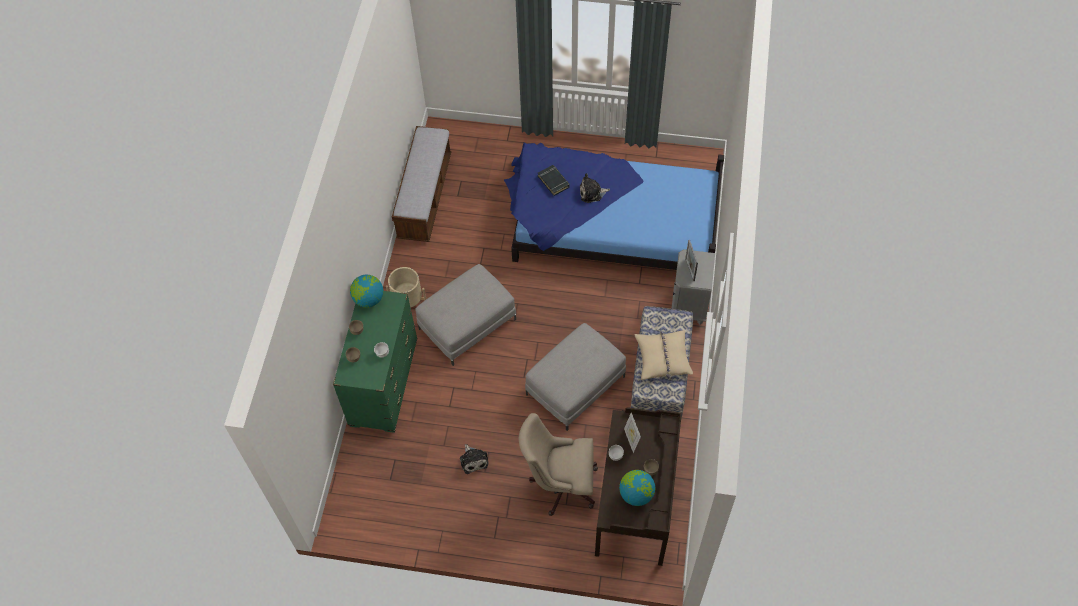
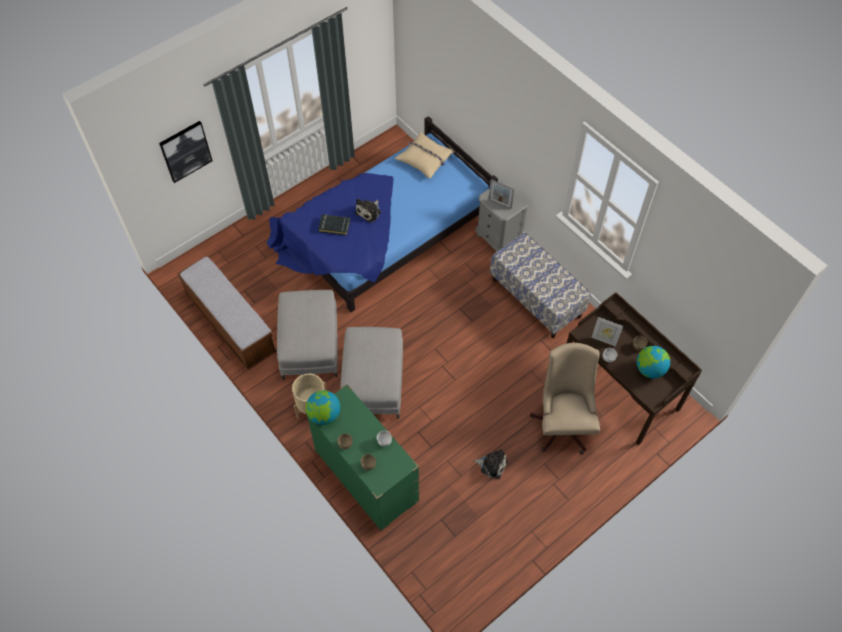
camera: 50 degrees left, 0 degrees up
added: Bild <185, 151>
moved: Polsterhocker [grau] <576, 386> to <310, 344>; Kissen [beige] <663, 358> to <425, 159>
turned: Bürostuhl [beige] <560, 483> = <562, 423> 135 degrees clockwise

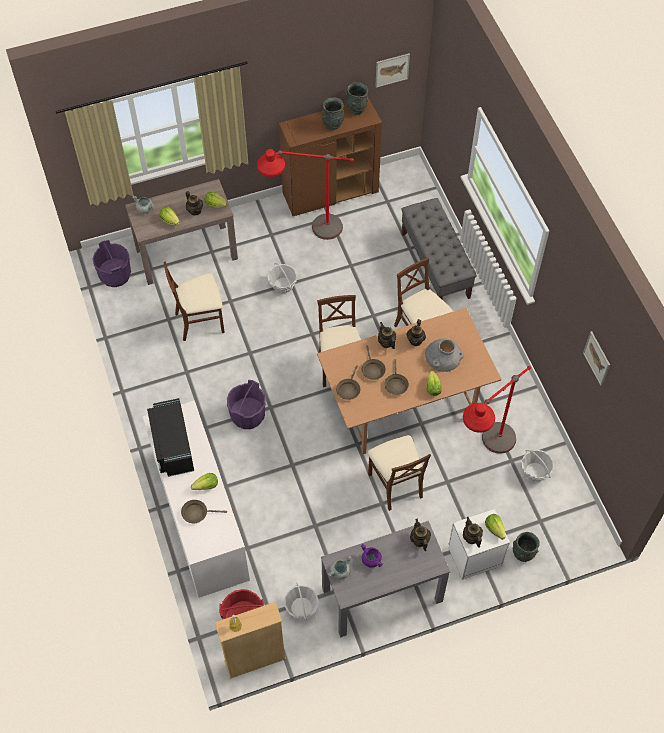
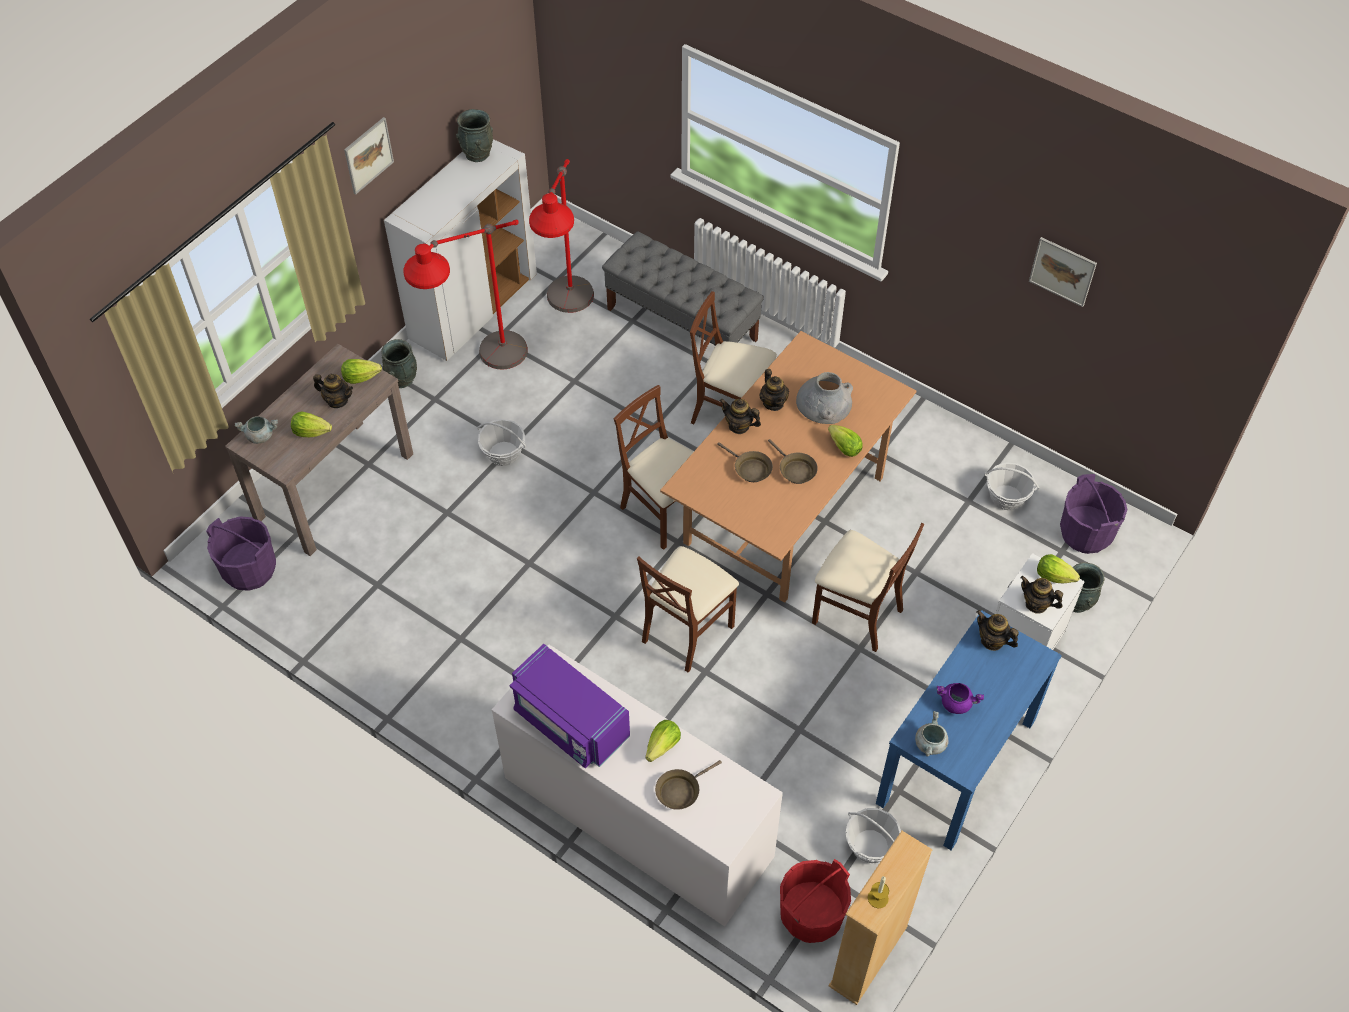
camera: 35 degrees left, 5 degrees down
removed: Pfanne [braun] <348, 389>
moved: Stuhl [braun] <200, 321> to <687, 631>; Eimer [lila] <248, 415> to <1086, 533>; Vase [grau] <333, 125> to <402, 379>; Bild <392, 70> to <368, 155>; Stehlampe [rot] <485, 455> to <567, 320>
recoloured: Mikrowelle [schwarz] <173, 445> to Mikrowelle [lila] <570, 722>; Schrank [braun] <330, 193> to Schrank [weiß] <473, 307>; Konsolentisch [grau] <381, 595> to Konsolentisch [blau] <956, 762>

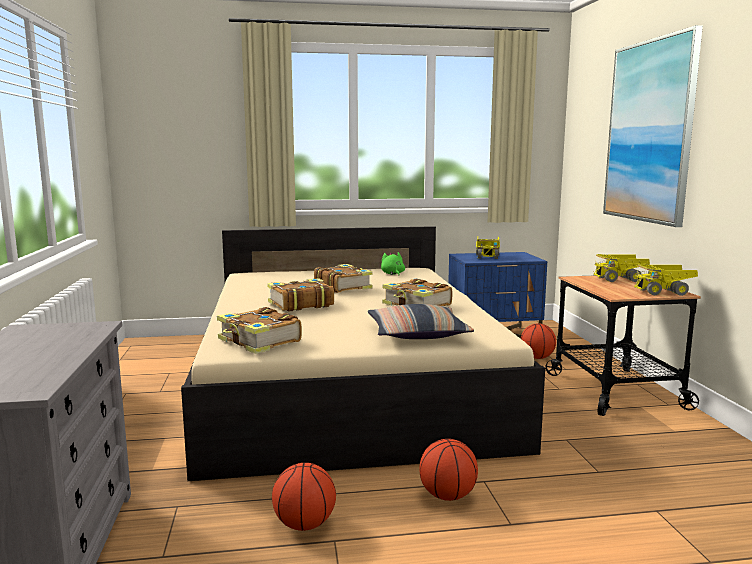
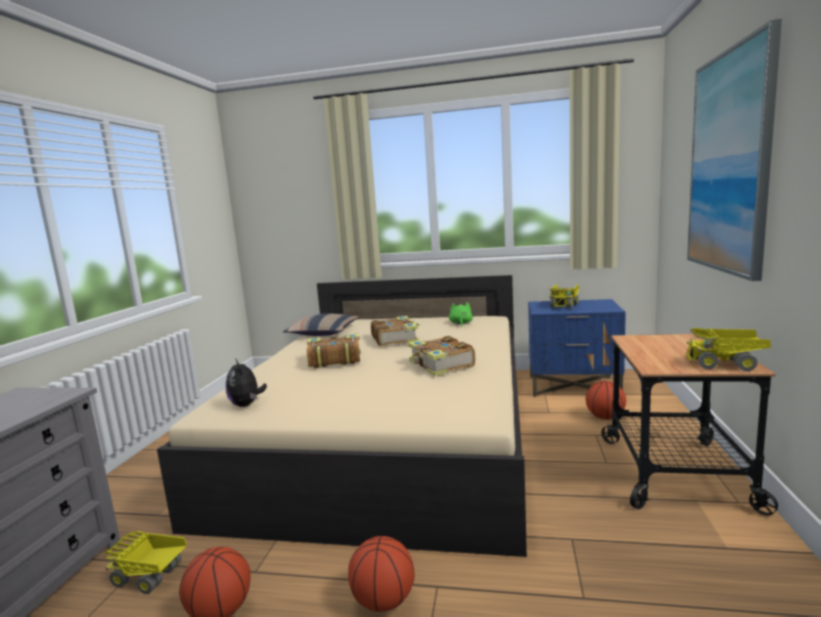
camera: 20 degrees right, 0 degrees up
moved: Kissen <417, 334> to <323, 332>; Spielzeuglaster <620, 279> to <150, 577>
replaced: Buch <259, 341> to Plüschtier <247, 404>

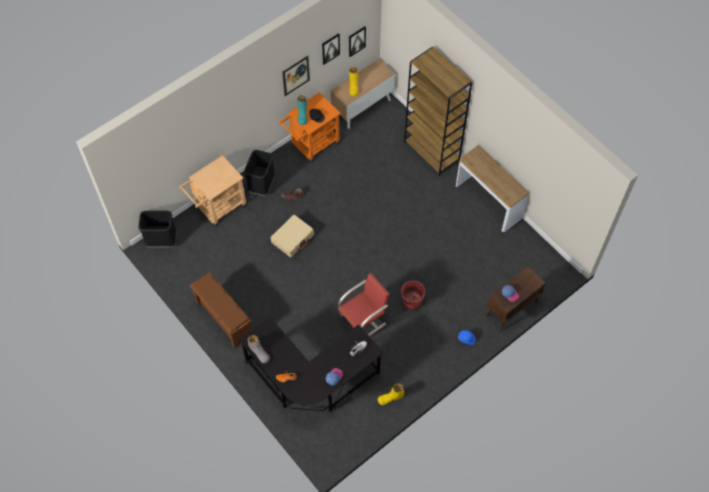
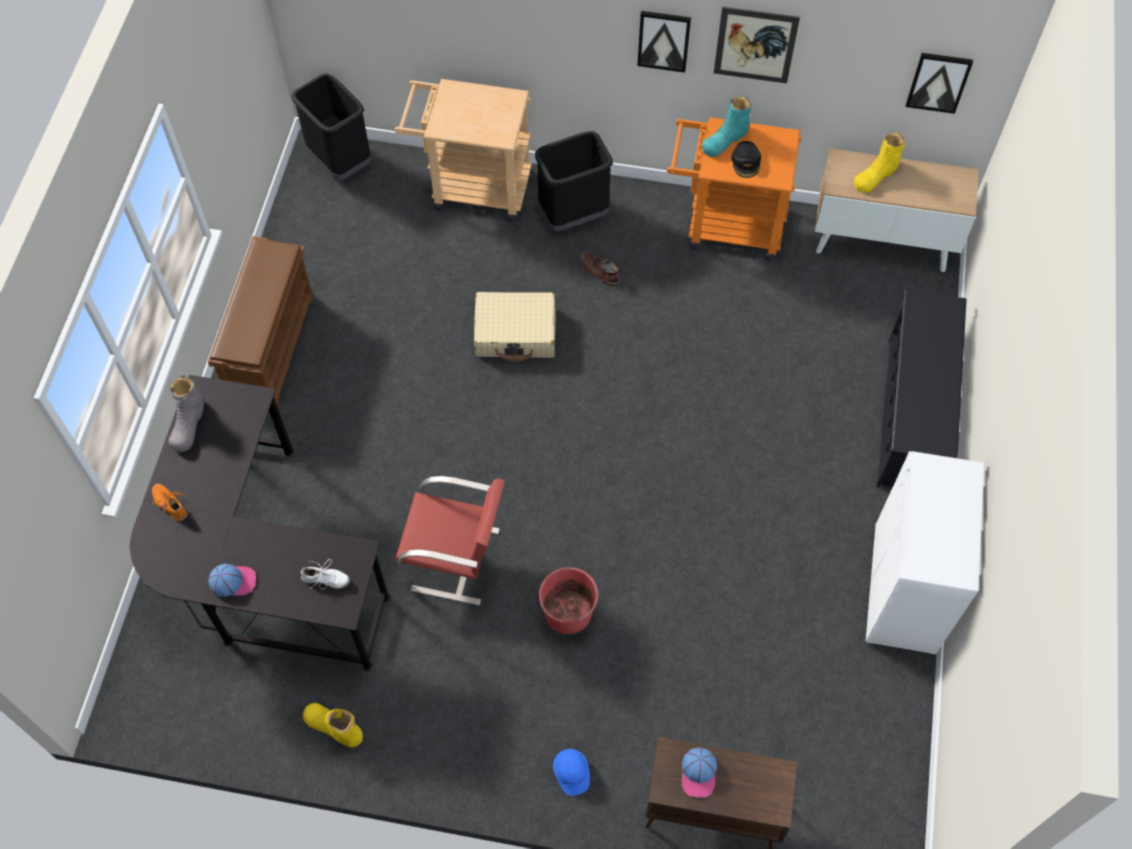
camera: 50 degrees right, 0 degrees up
moved: Bild <330, 48> to <664, 40>
replaced: Bücherregal [braun] <432, 151> to Schuhregal [schwarz] <911, 414>; Konsolentisch <488, 202> to Schrank [weiß] <905, 590>

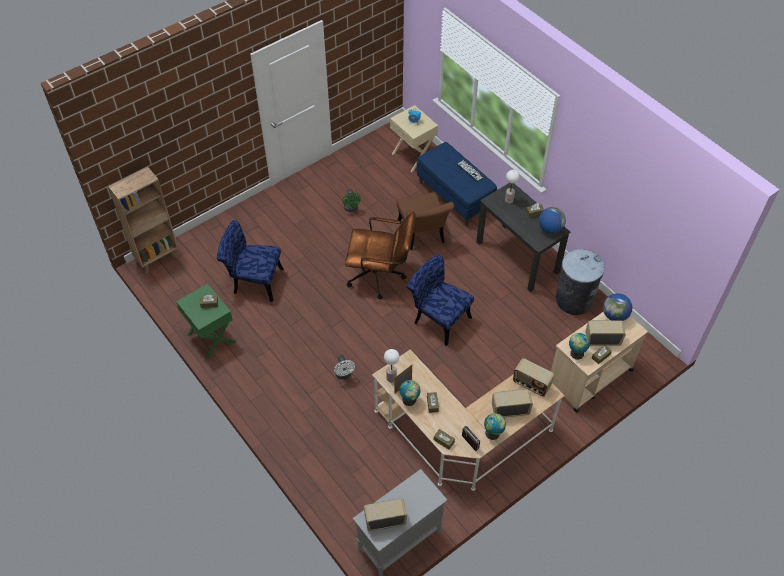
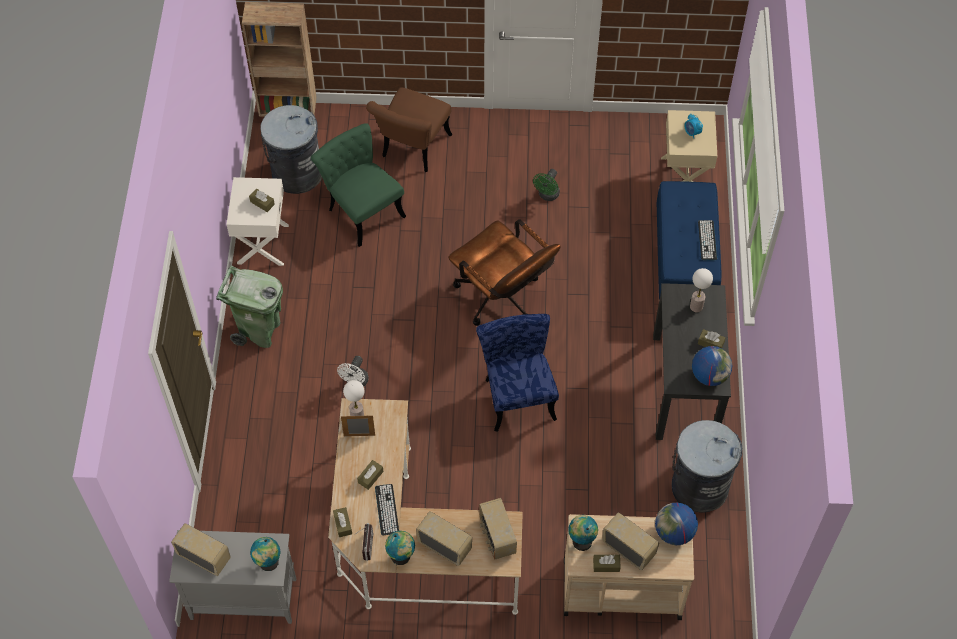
camera: 40 degrees right, 5 degrees up
added: Mülleimer [grün] <259, 331>; Mülleimer [grau] <296, 173>; Tastatur <387, 509>
moved: Stuhl [braun] <422, 236> to <412, 149>; Globus <409, 400> to <268, 563>
recoloured: Nachttisch [grün] <211, 338> to Nachttisch [weiß] <262, 244>; Stuhl [blau] <253, 281> to Stuhl [grün] <361, 209>

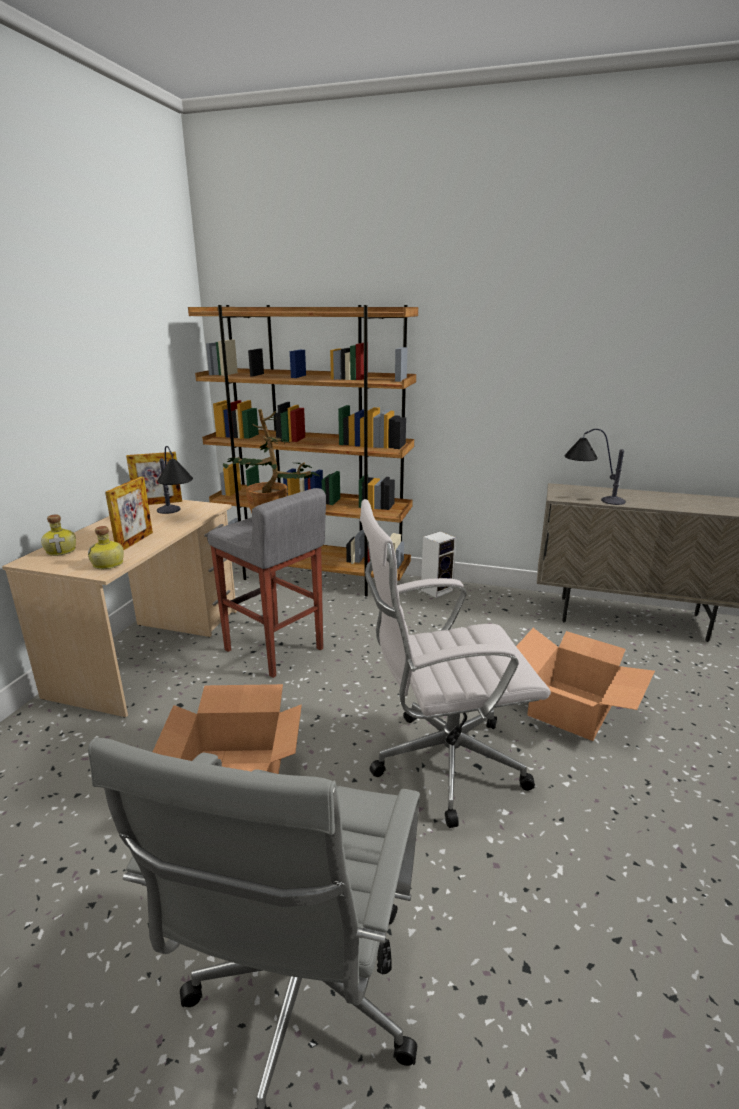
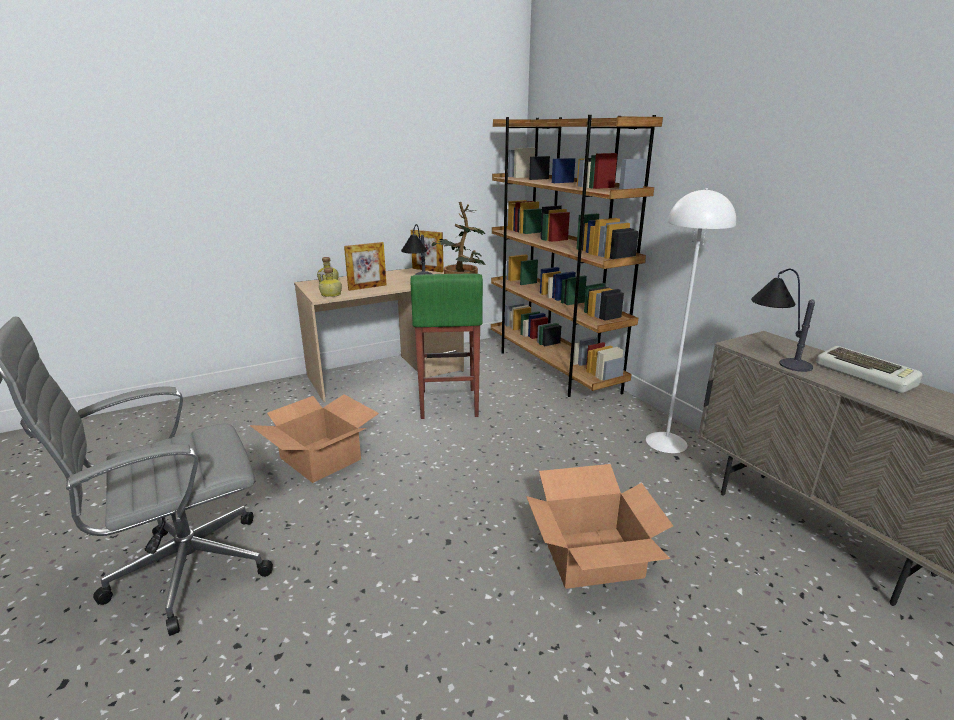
camera: 45 degrees right, 0 degrees up
removed: Bürostuhl [weiß] <441, 764>; Lautsprecher <437, 590>
added: Stehlampe [weiß] <666, 442>; Tastatur <866, 375>
recoloured: Hocker [grau] <274, 650> to Hocker [grün] <447, 403>

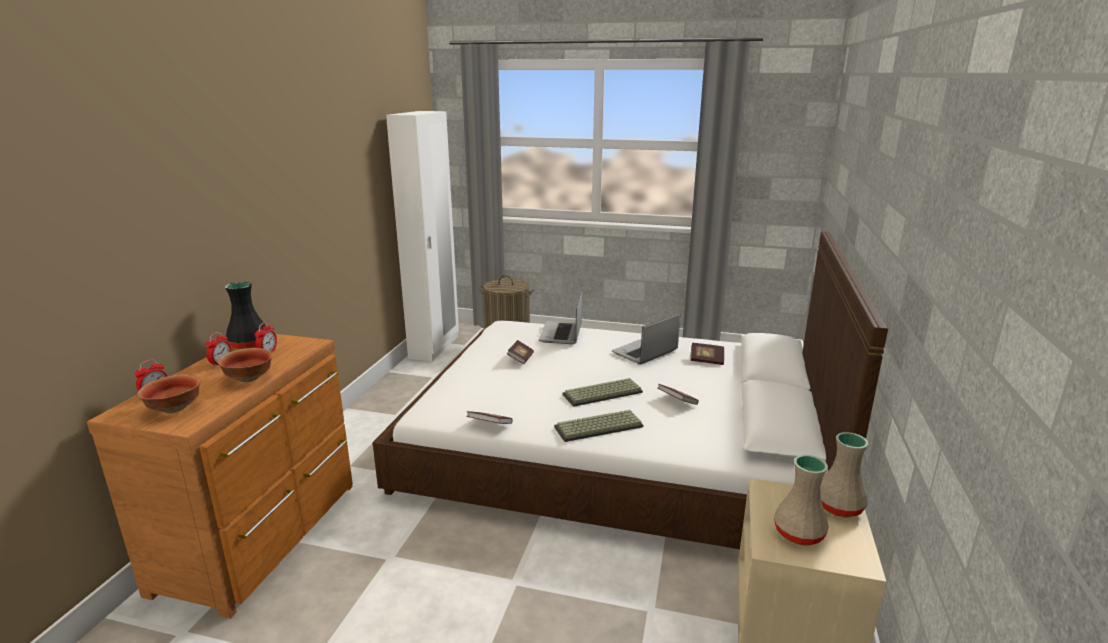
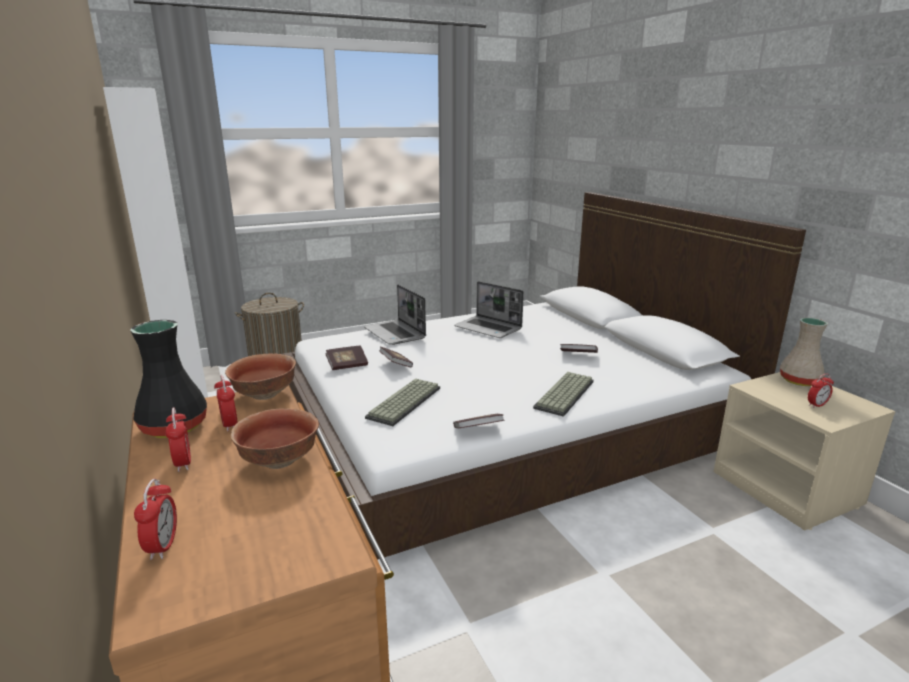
camera: 40 degrees left, 0 degrees up
moved: Schüssel <174, 409> to <265, 395>; Tastatur <602, 394> to <405, 403>; Buch <706, 360> to <347, 365>
replaced: Vase [beige] <799, 533> to Wecker <817, 405>
turned: Laptop <645, 352> = <489, 328> 60 degrees counterclockwise

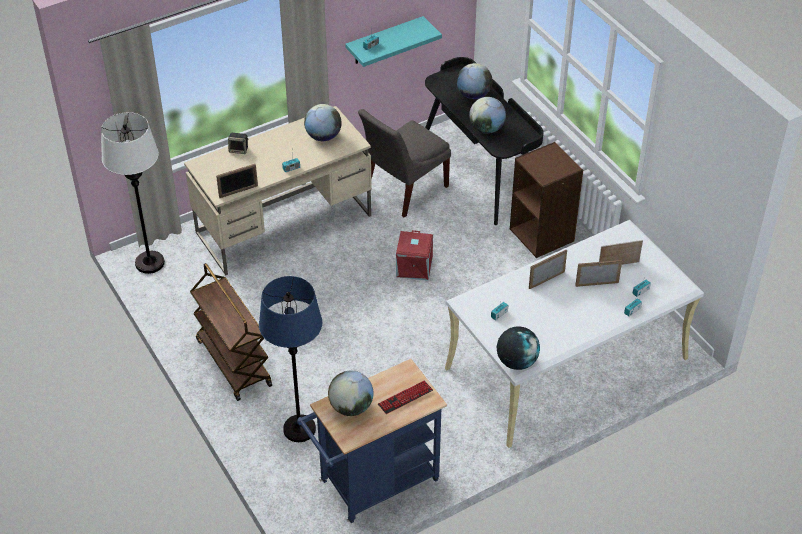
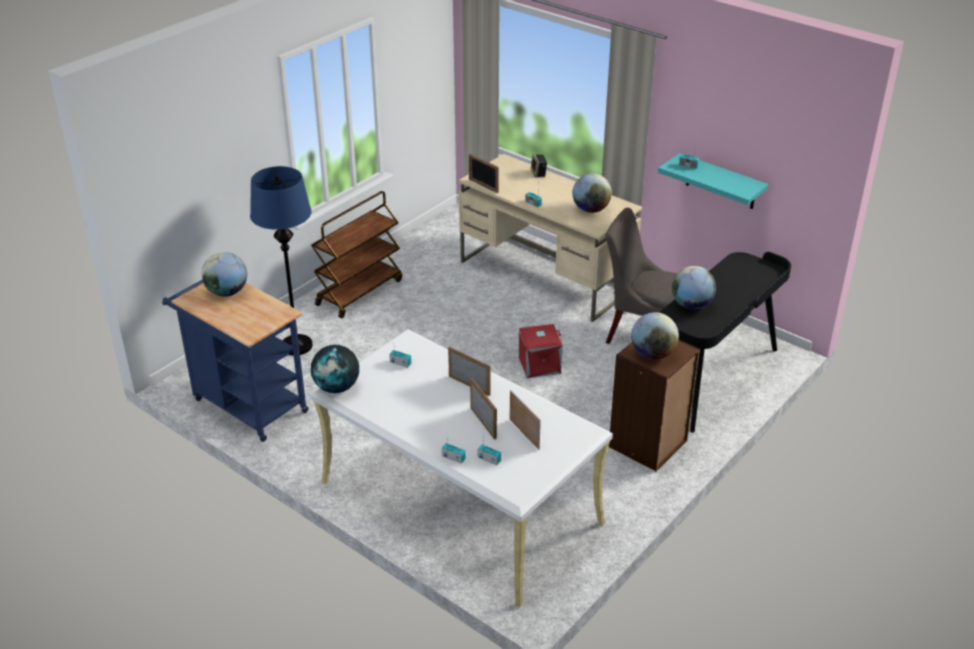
camera: 70 degrees right, 10 degrees down
removed: Stehlampe [weiß] <149, 262>; Tastatur <405, 398>
moved: Globus <473, 95> to <652, 354>

